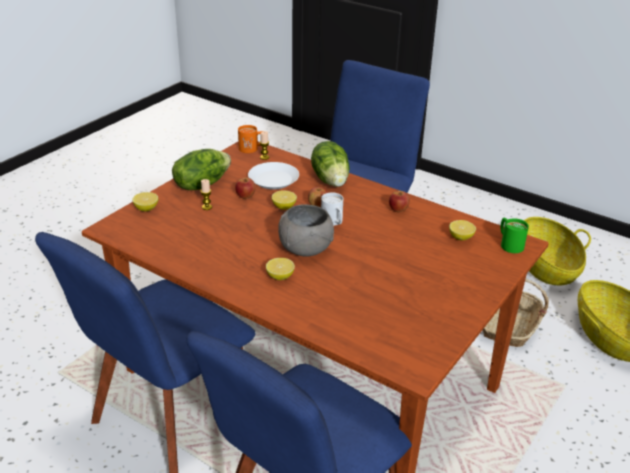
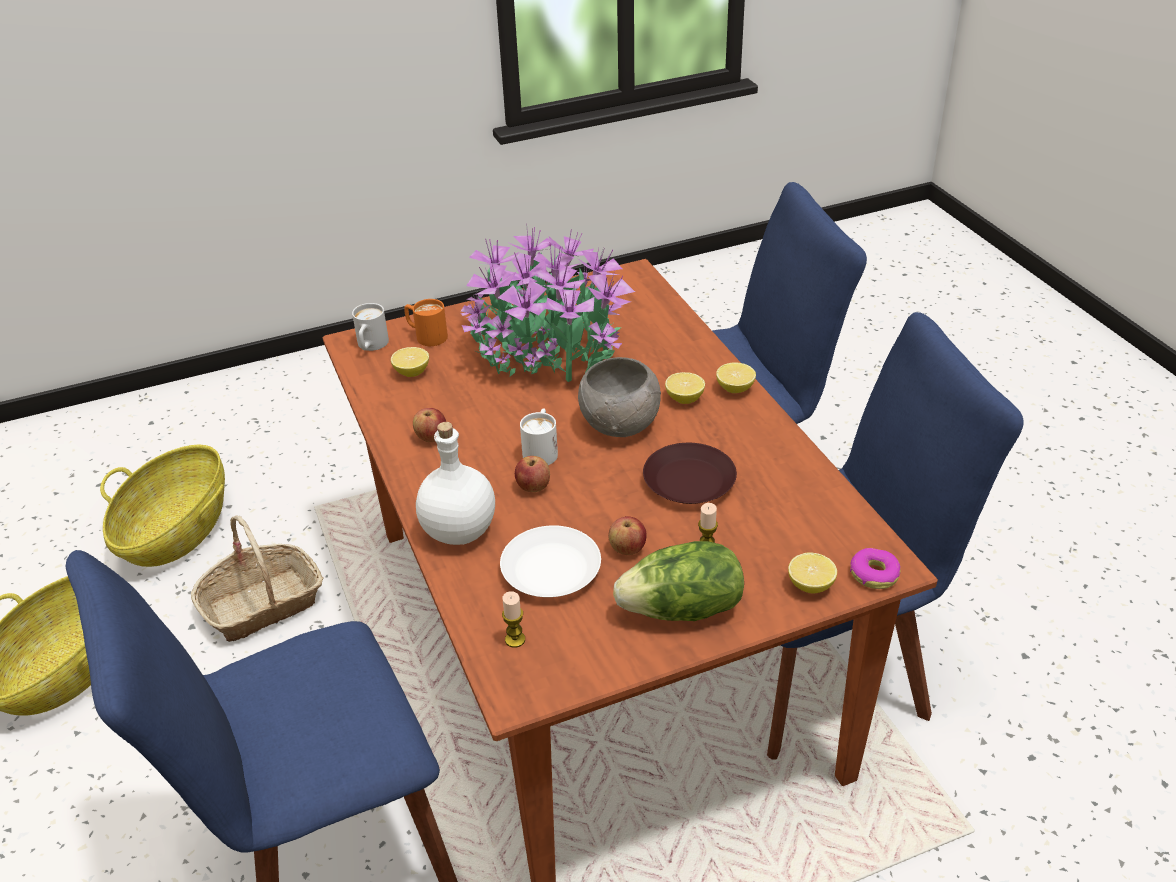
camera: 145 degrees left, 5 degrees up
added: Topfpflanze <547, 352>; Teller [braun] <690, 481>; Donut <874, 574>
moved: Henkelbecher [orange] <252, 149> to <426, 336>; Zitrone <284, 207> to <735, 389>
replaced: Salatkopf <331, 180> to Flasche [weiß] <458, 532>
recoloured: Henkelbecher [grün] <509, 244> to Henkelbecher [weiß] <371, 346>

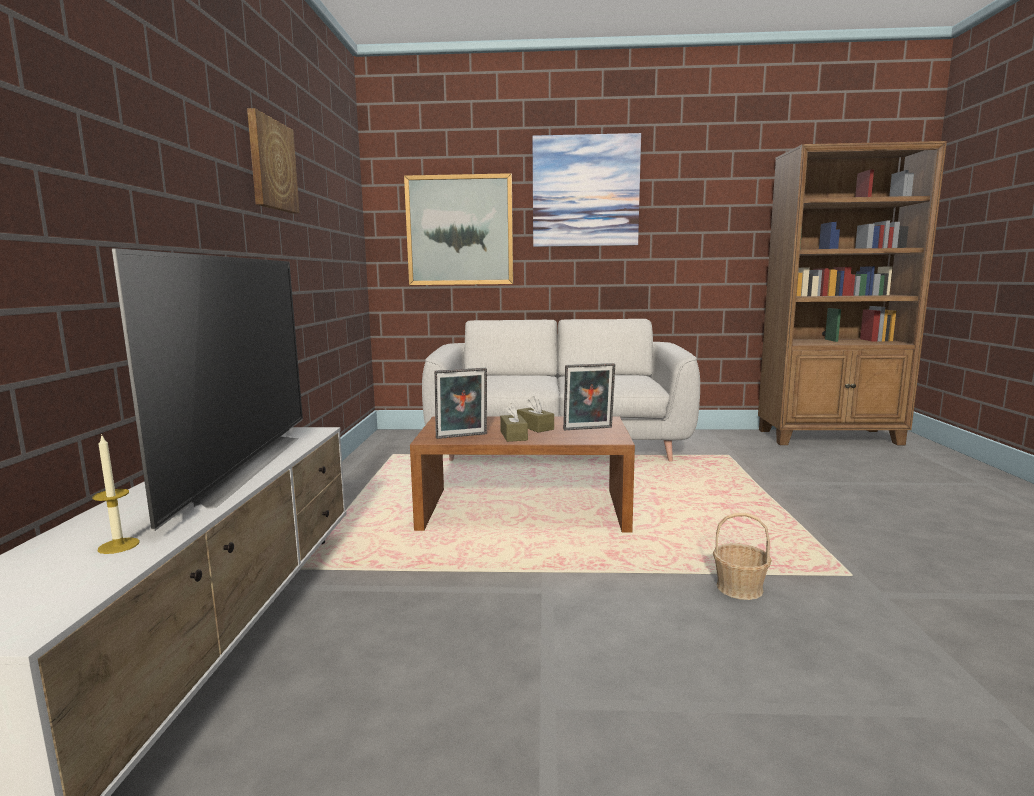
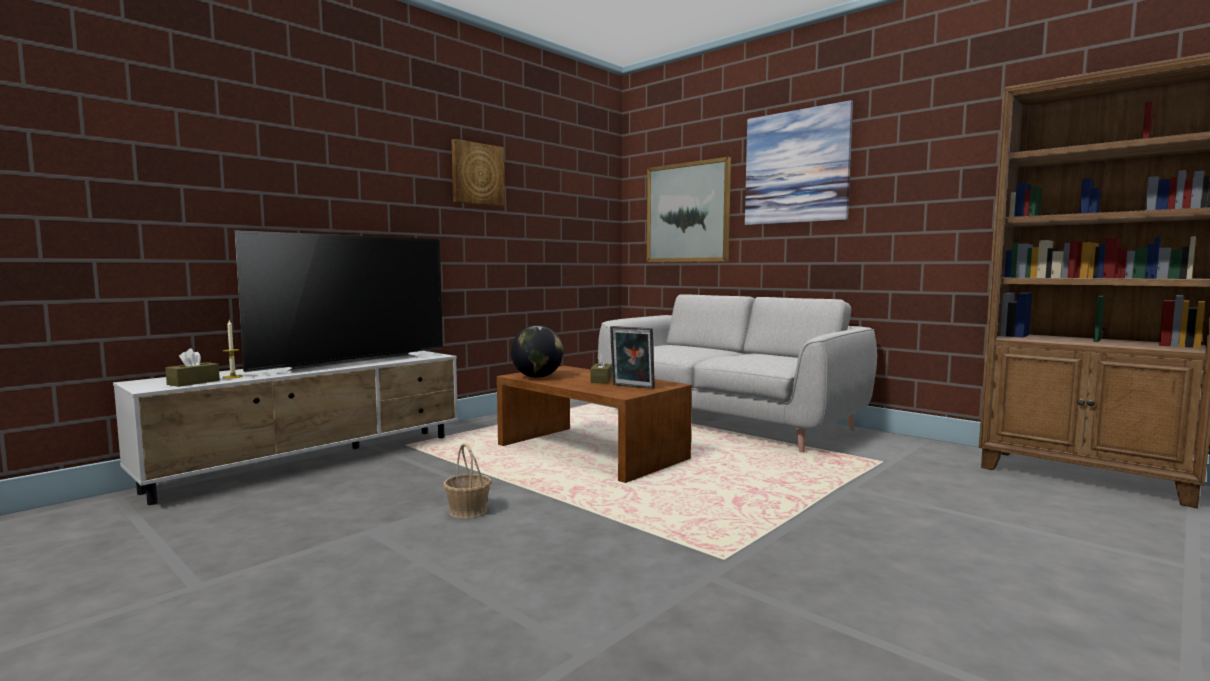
camera: 40 degrees right, 5 degrees down
moved: Taschentuchbox [braun] <513, 436> to <193, 382>; Korb <740, 588> to <468, 511>
replaced: Bilderrahmen <462, 436> to Globus <537, 377>

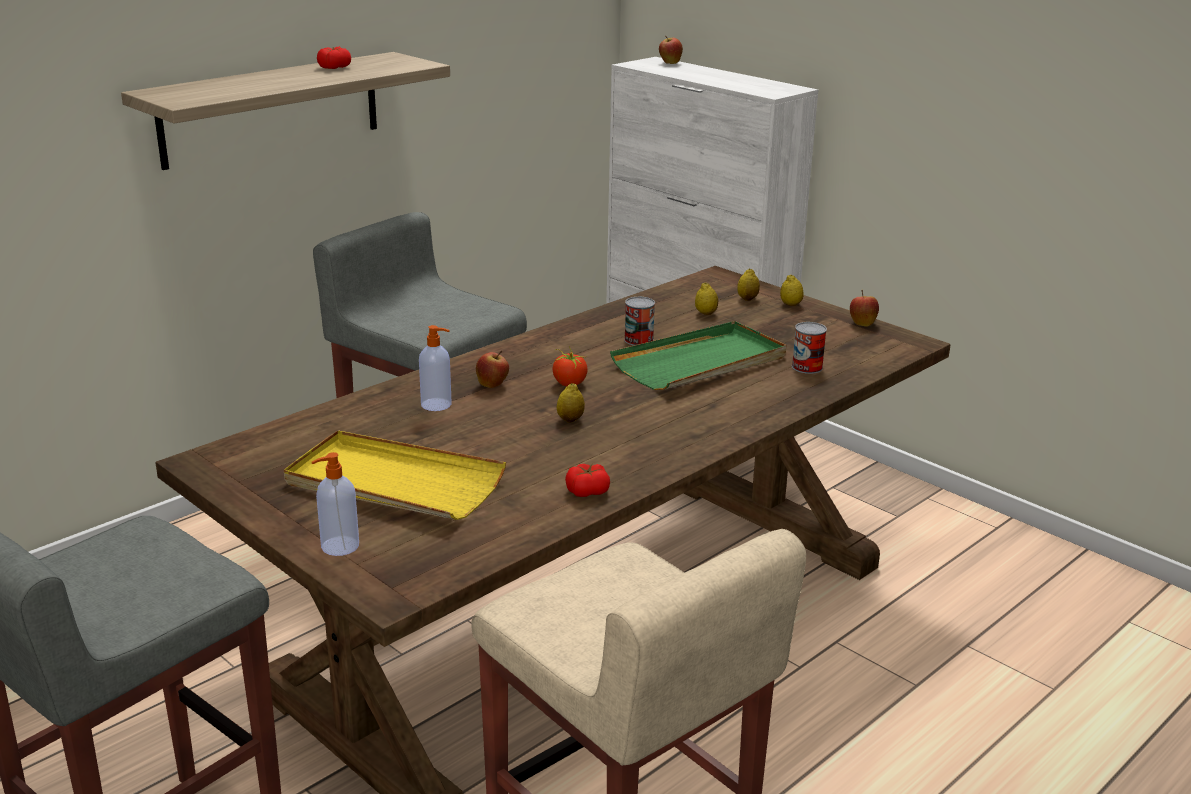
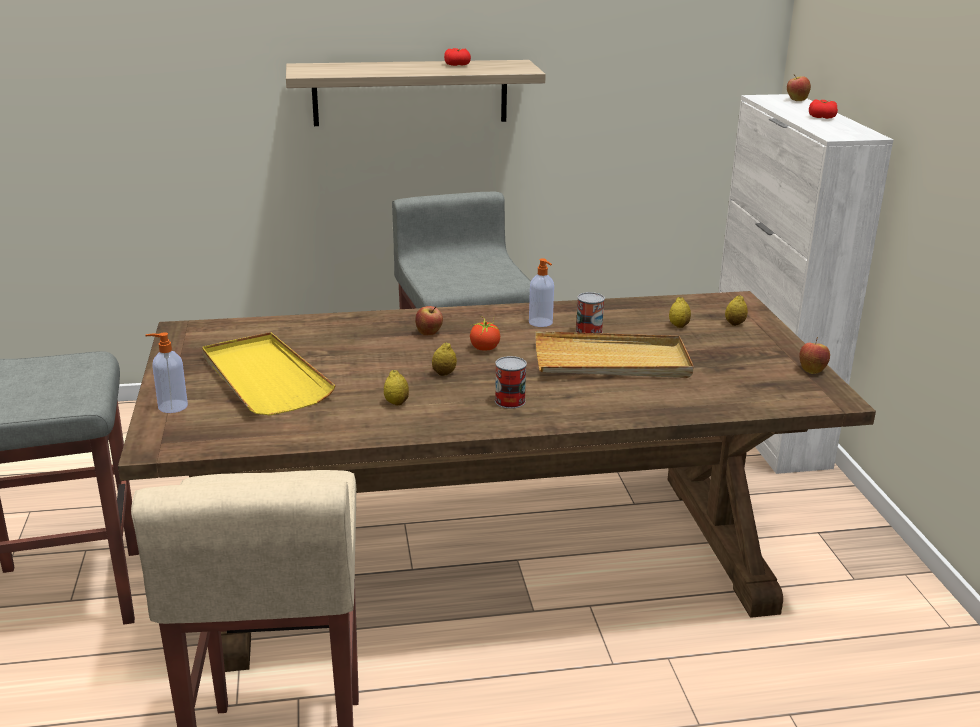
camera: 35 degrees right, 0 degrees up
moved: Seifenspender <437, 405> to <541, 323>; Tomate <587, 491> to <822, 117>; Zitrone <790, 304> to <396, 403>; Dose <807, 367> to <510, 401>
recoloured: Tablett [grün] <701, 362> to Tablett [beige] <612, 362>

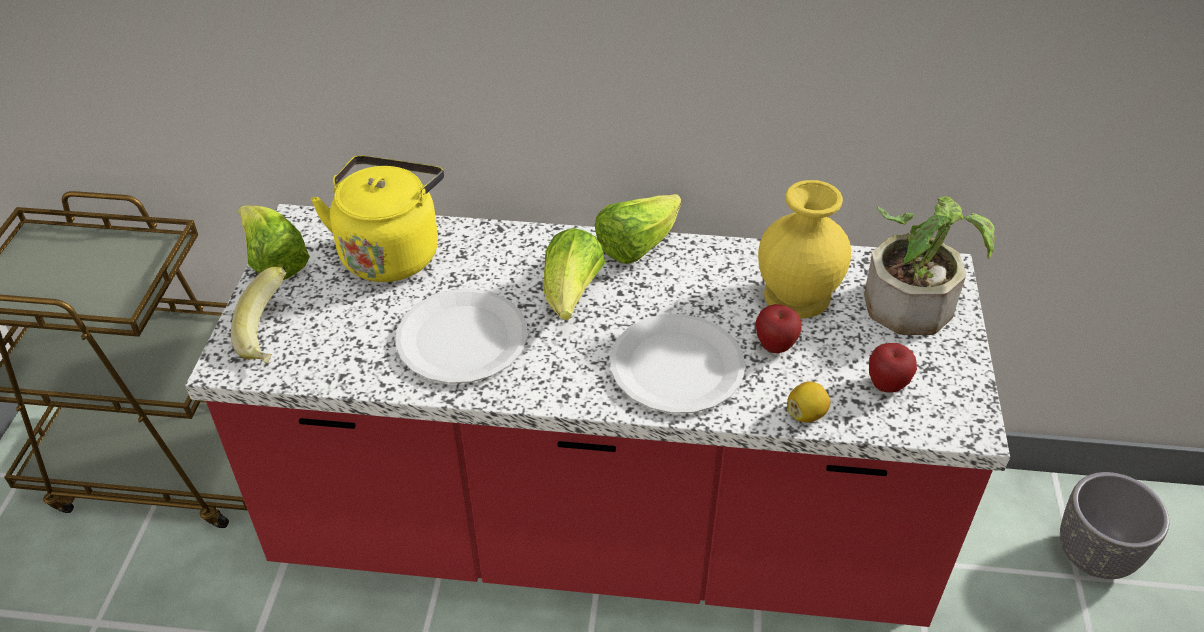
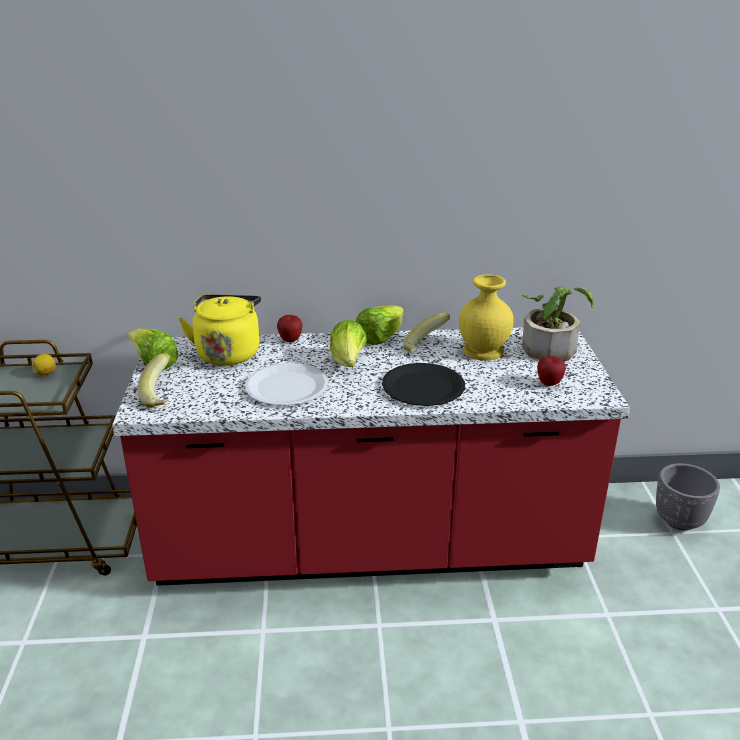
camera: 10 degrees left, 15 degrees down
added: Banane <426, 347>
moved: Apfel <775, 346> to <290, 340>; Zitrone <806, 414> to <46, 373>
recoloured: Teller [weiß] <677, 366> to Teller [schwarz] <423, 387>

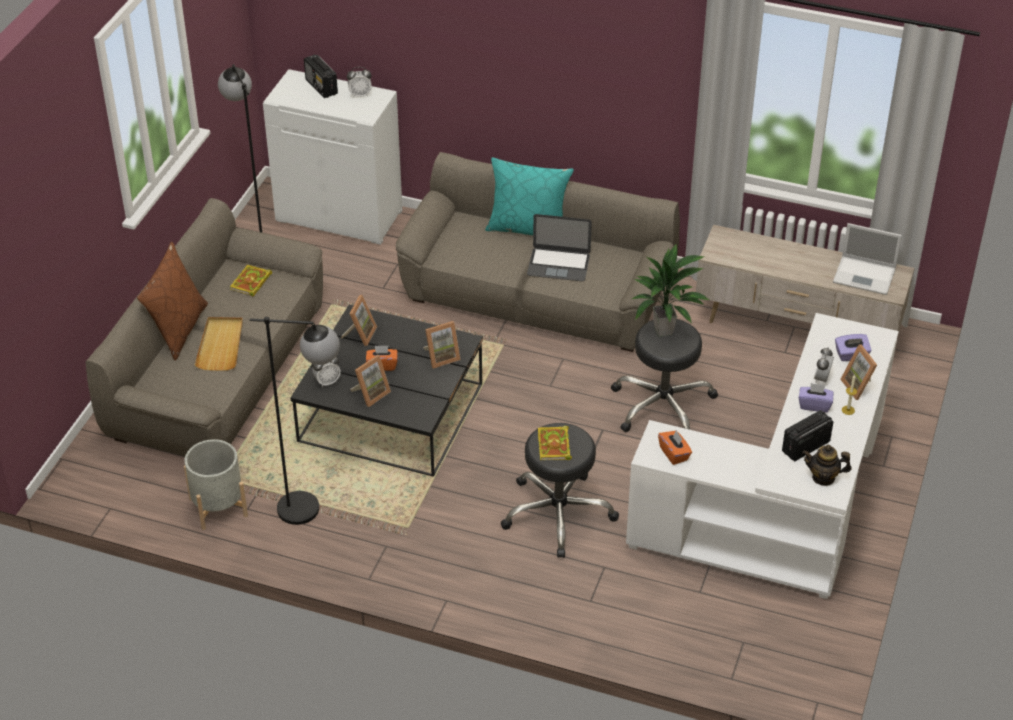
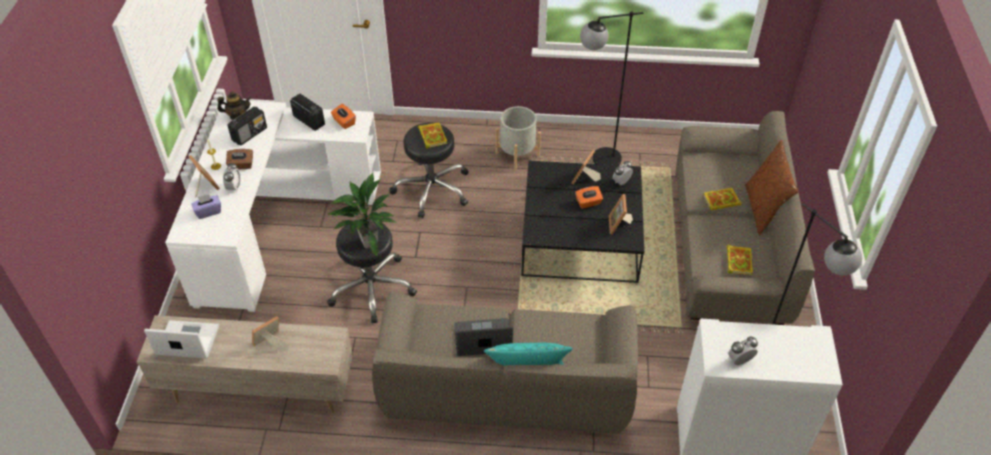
camera: 165 degrees right, 5 degrees up
moved: Pflanzkübel [grau] <218, 507> to <517, 154>; Radio <321, 87> to <309, 120>; Bilderrahmen <441, 357> to <271, 345>
replaced: Tablett [beige] <221, 345> to Buch <720, 201>
recoloured: Taschentuchbox [lila] <814, 405> to Taschentuchbox [braun] <241, 165>

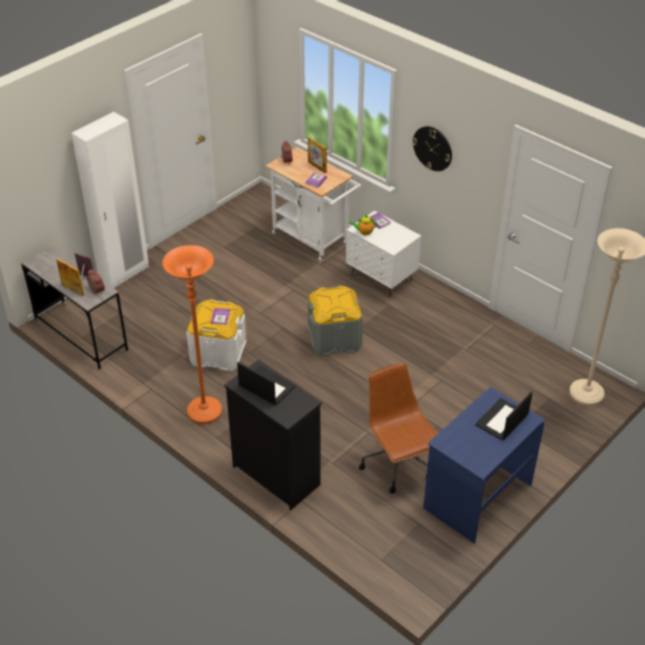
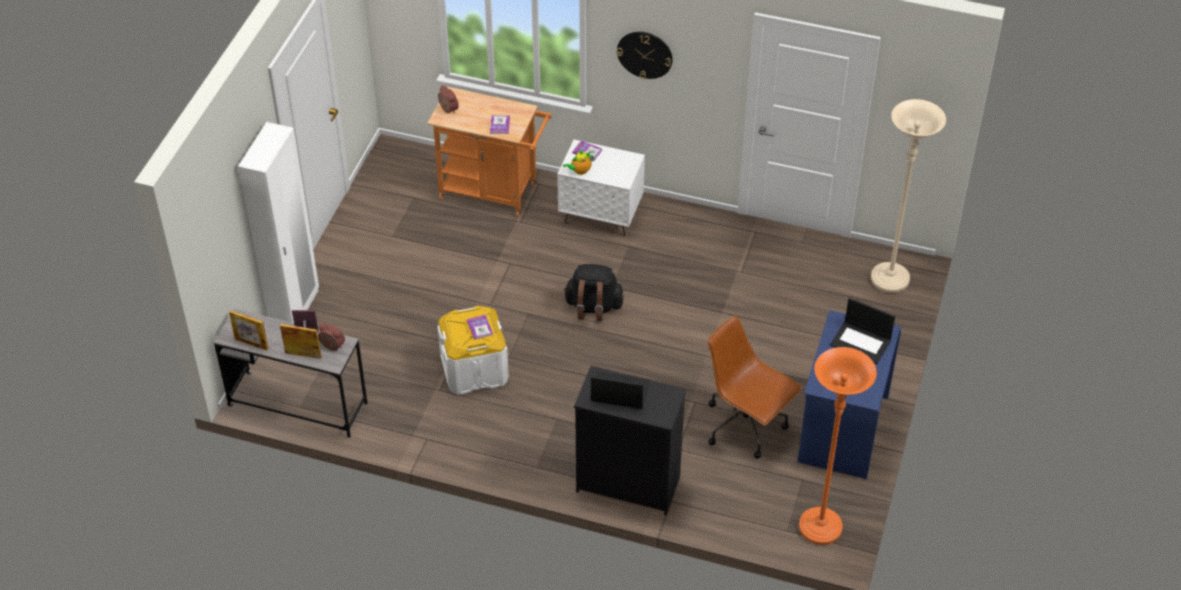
camera: 25 degrees left, 5 degrees up
moved: Stehlampe [orange] <204, 412> to <820, 528>; Bilderrahmen <317, 167> to <251, 344>
replaced: Aufbewahrungsbox [grau] <334, 338> to Rucksack [schwarz] <593, 307>
recoloured: Rollwagen [weiß] <314, 240> to Rollwagen [orange] <494, 192>
turned: Laptop <502, 420> = <861, 342> 75 degrees counterclockwise

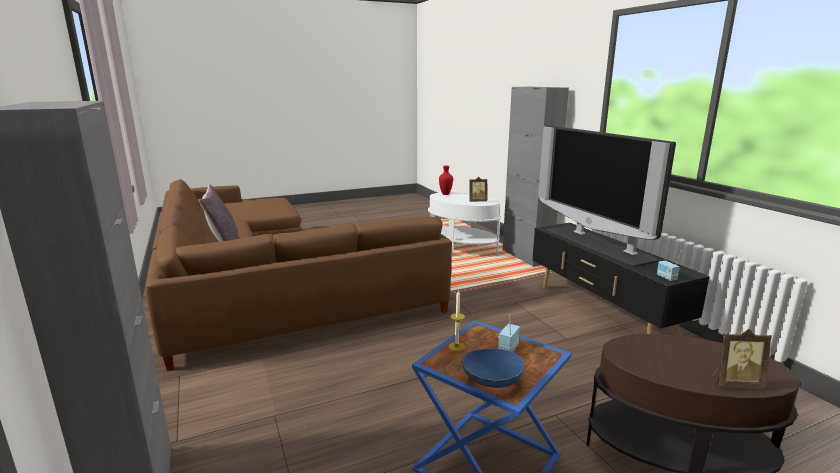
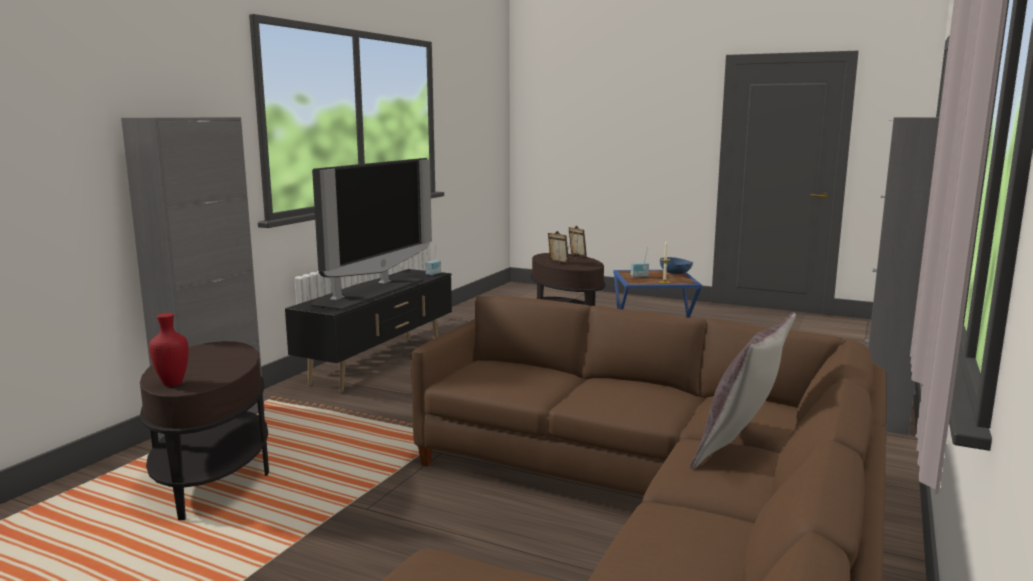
camera: 130 degrees left, 5 degrees down
moved: Bilderrahmen <477, 201> to <556, 263>
recoloured: Beistelltisch [weiß] <462, 249> to Beistelltisch [braun] <213, 477>

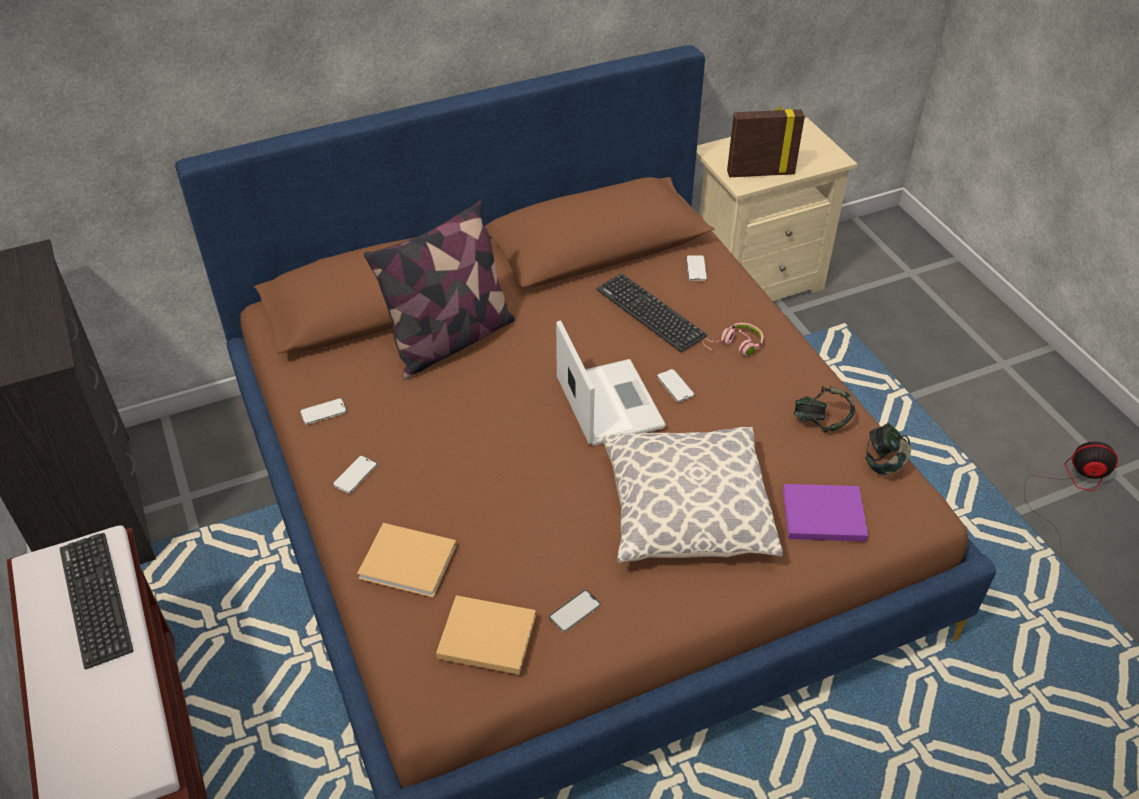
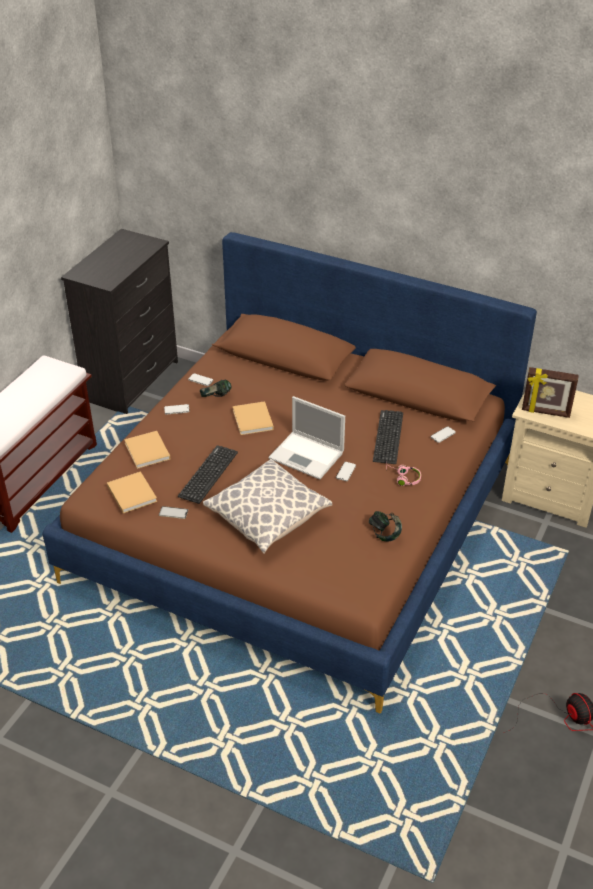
camera: 50 degrees right, 5 degrees down
removed: Kissen <450, 340>; Buch [lila] <820, 515>
added: Buch [beige] <253, 420>
moved: Tastatur <95, 599> to <208, 474>; Kopfhörer <884, 462> to <216, 398>
turned: Laptop <608, 401> = <307, 456> 90 degrees clockwise; Bilderrahmen <760, 172> = <545, 412> 150 degrees clockwise

